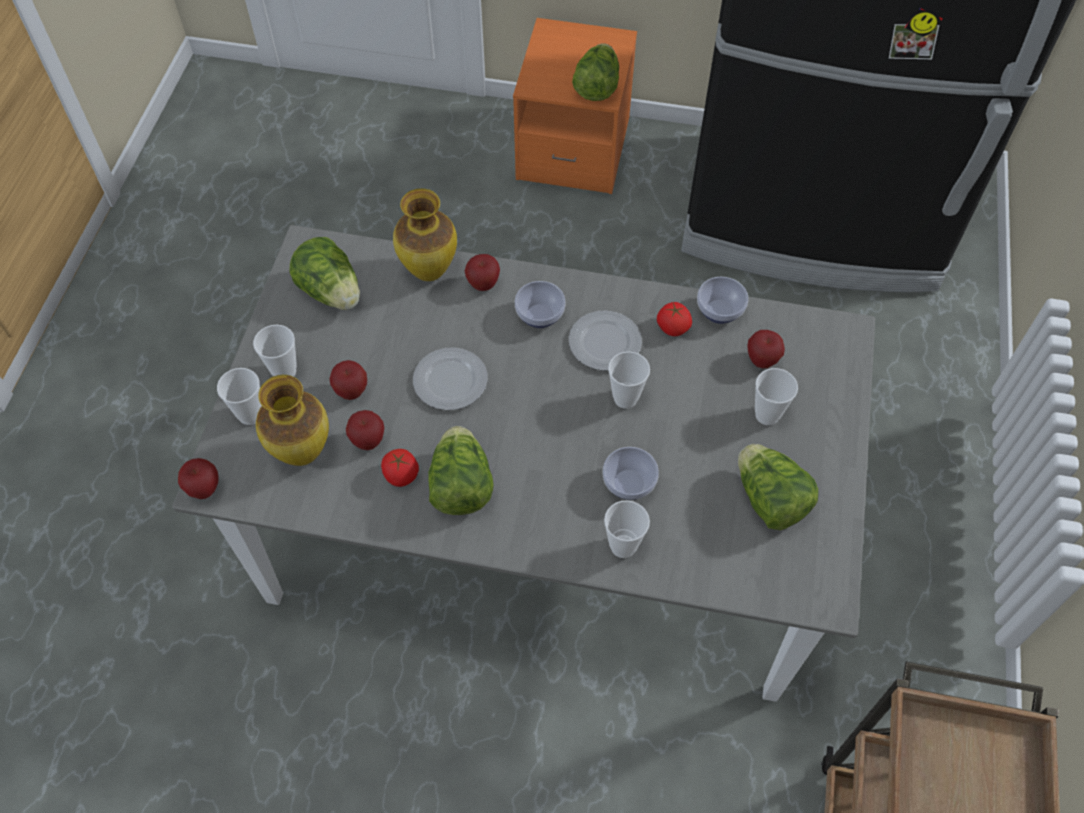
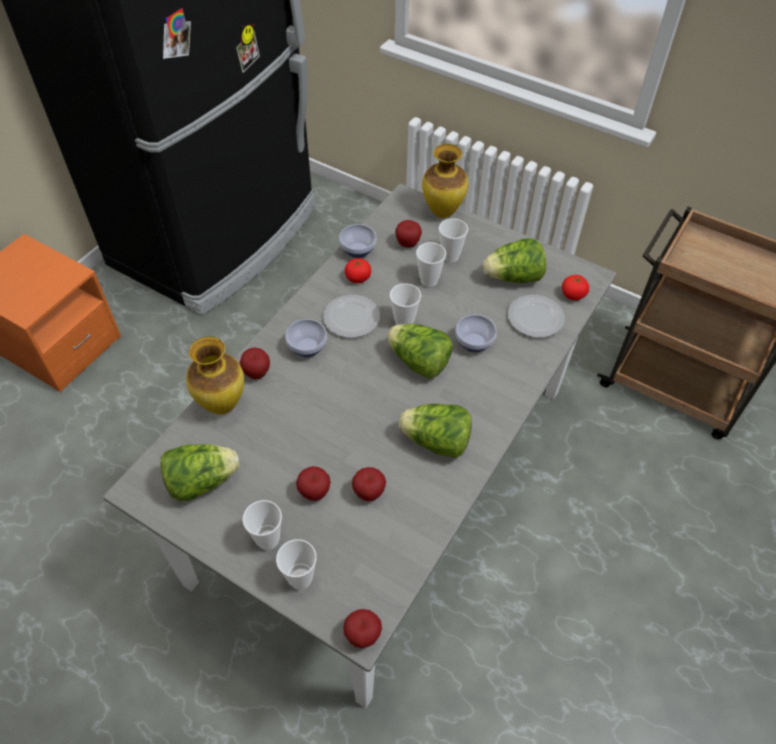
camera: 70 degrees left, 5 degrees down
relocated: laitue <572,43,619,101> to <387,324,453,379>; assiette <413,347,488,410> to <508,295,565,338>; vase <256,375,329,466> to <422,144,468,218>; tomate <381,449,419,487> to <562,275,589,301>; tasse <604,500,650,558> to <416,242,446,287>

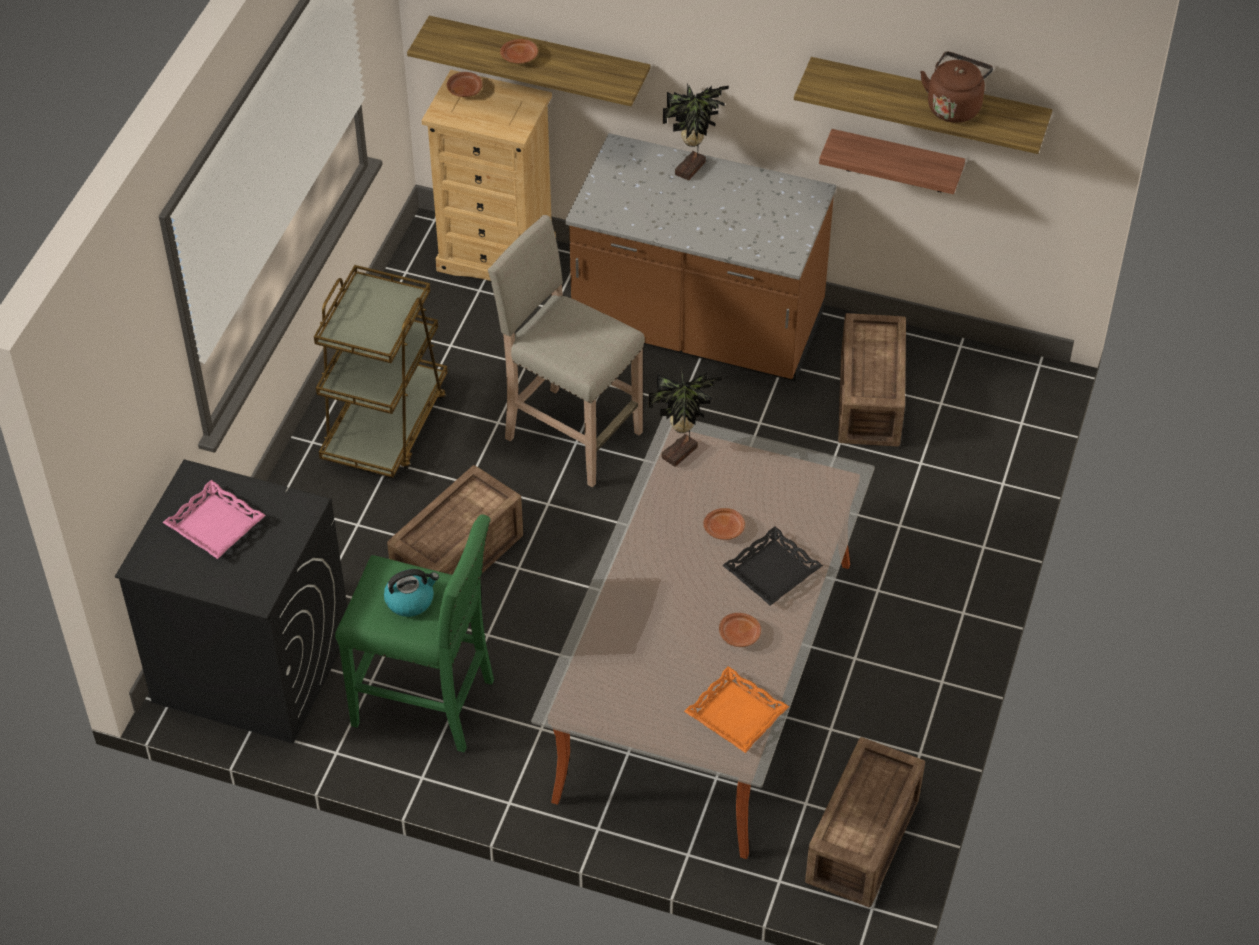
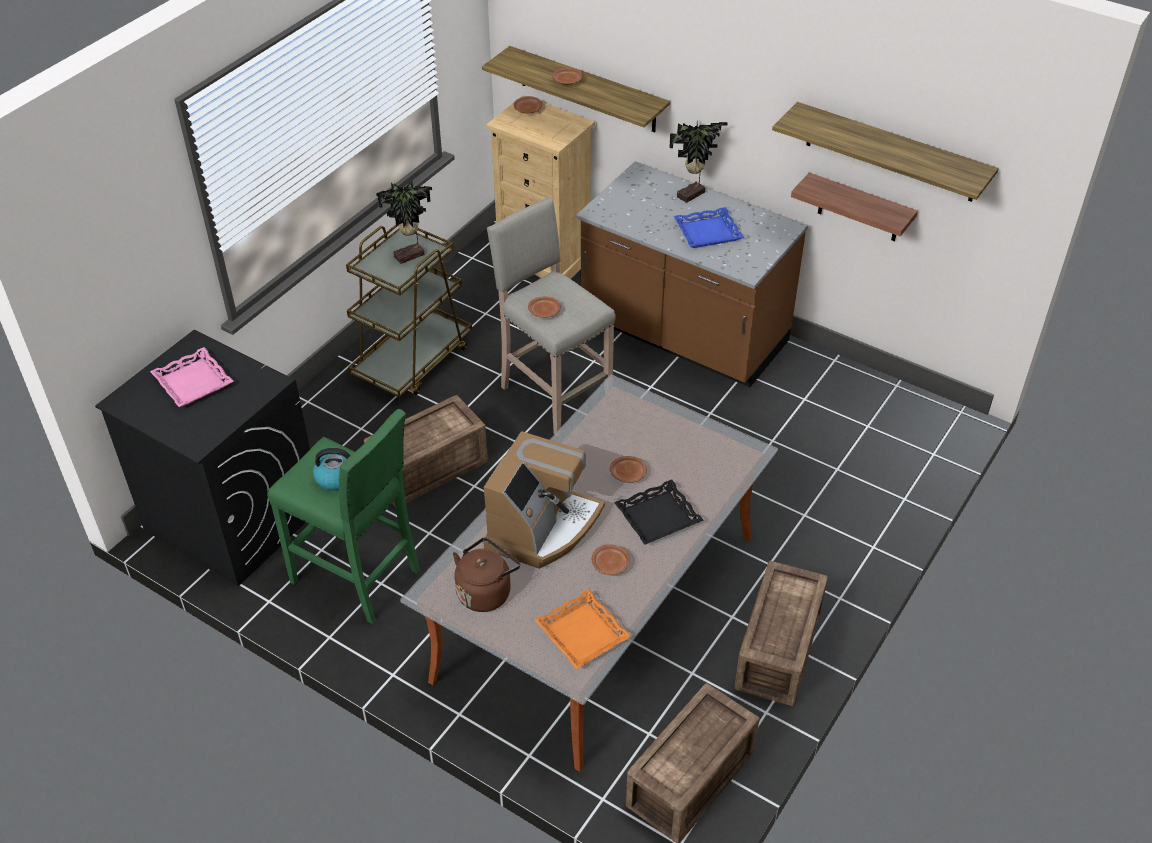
camera: 15 degrees right, 5 degrees down
appeared: plateau (bleu) <674,207,744,248>; assiette (marron) <528,297,561,318>; machine à café <484,431,605,569>
relocated: bouilloire (marron) <920,52,993,123> to <453,538,520,612>; caisse <838,313,906,447> to <734,561,828,706>; plante en pot <649,365,722,467> to <376,181,432,264>

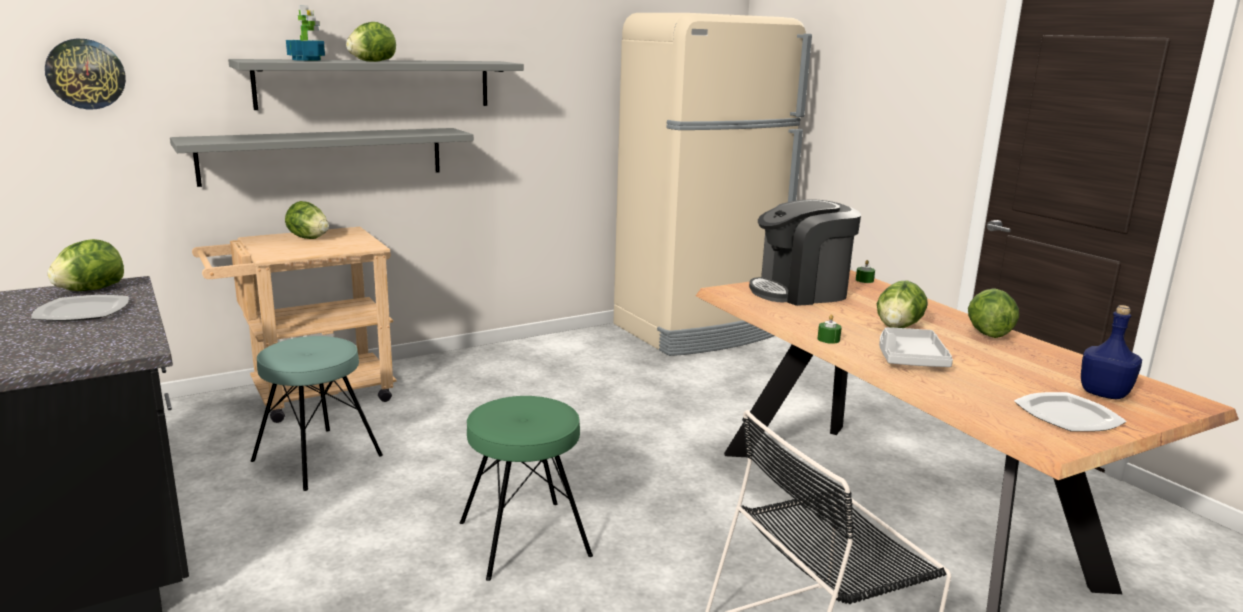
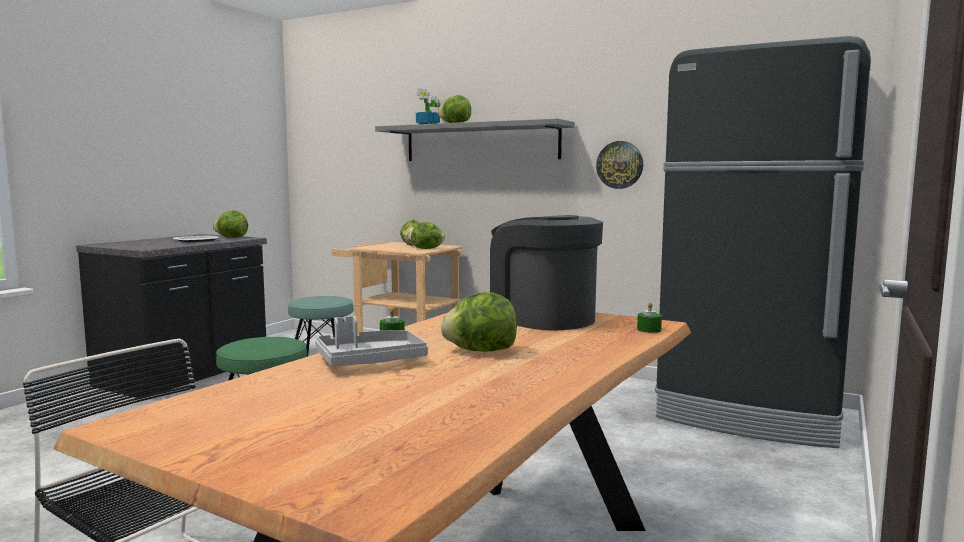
camera: 60 degrees right, 10 degrees down
missing: étagère (gris) <170,128,474,187>; bouteille (bleu) <1081,305,1142,399>; assiette <1014,392,1127,432>
relocated: horloge murale <45,39,126,109> to <596,141,643,189>; laitue <968,288,1019,338> to <411,222,445,249>
colour: réfrigérateur (beige) <613,13,812,356> to réfrigérateur (noir) <655,36,871,448>

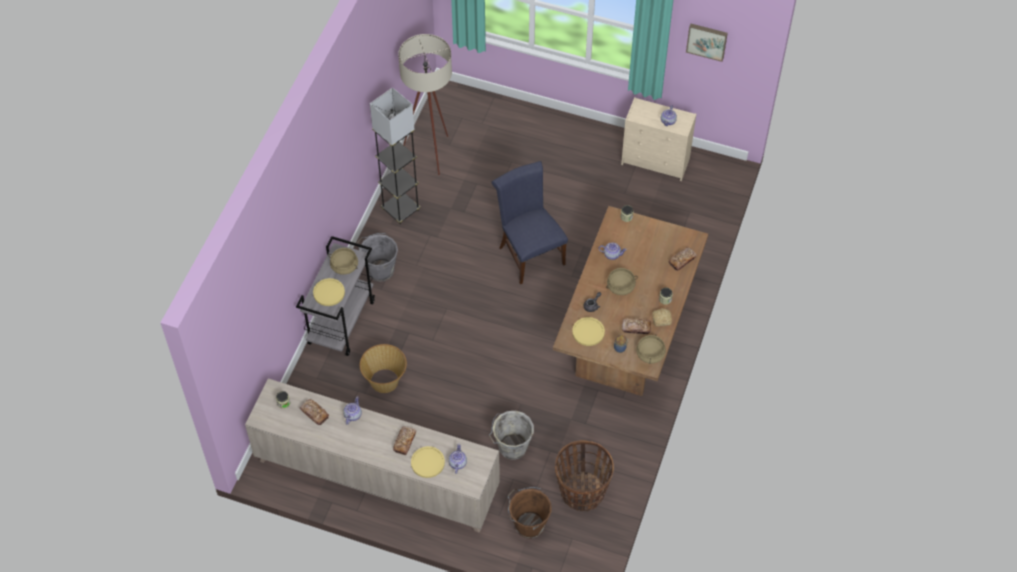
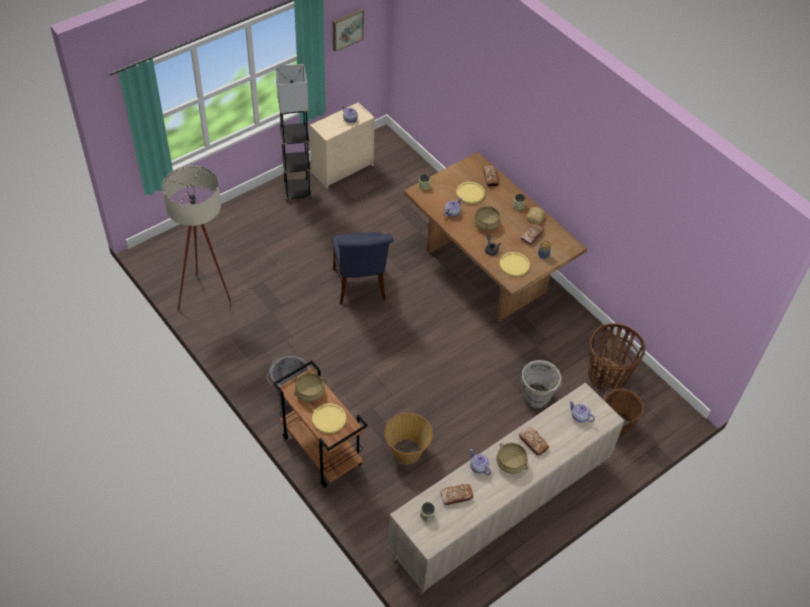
camera: 60 degrees left, 5 degrees down
relocated: lampadaire (gris) <370,87,421,224> to <275,64,312,201>; marmite (beige) <636,334,666,364> to <496,443,528,474>; assiette (jaune) <411,446,445,478> to <456,182,485,204>
colour: chariot (gris) <296,236,375,356> to chariot (marron) <273,360,368,488>
spun: chaise (bleu) <491,161,568,284> = <332,232,394,304> 105 degrees counterclockwise

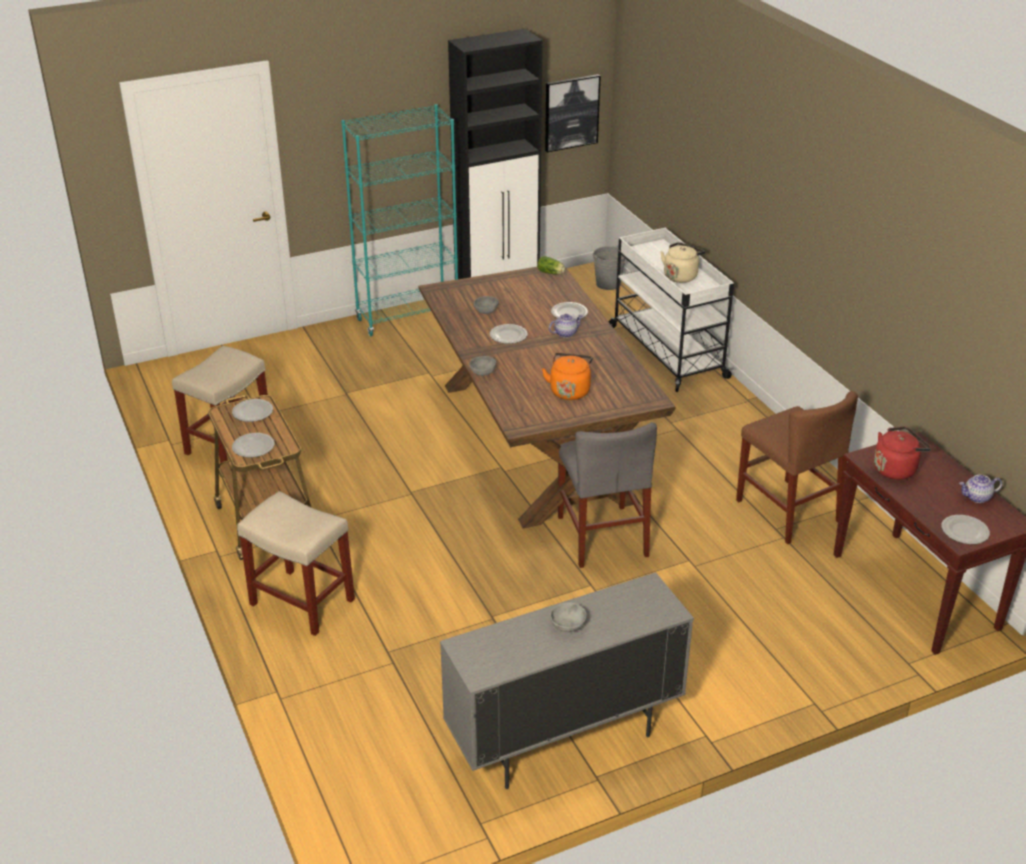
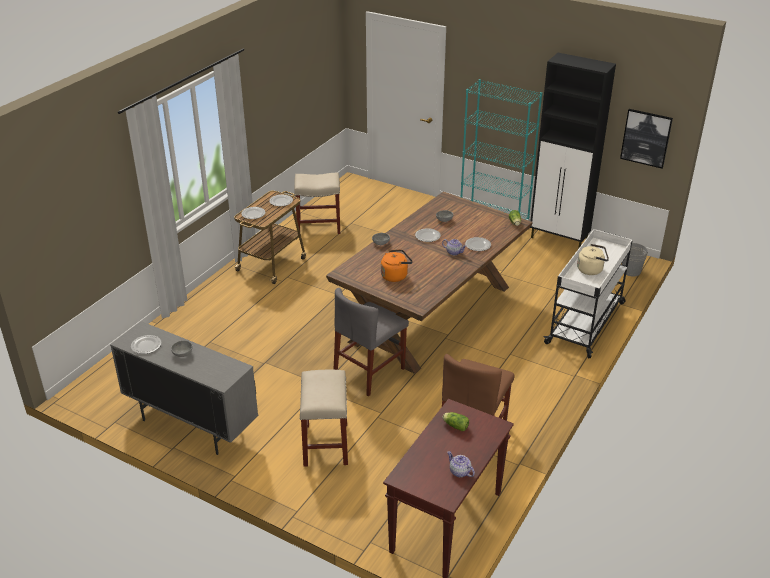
camera: 55 degrees right, 0 degrees up
relocated: tabouret (beige) <237,491,355,636> to <300,370,348,467>; assiette <942,515,990,544> to <131,335,162,354>
exchanged: bouilloire (rouge) <874,427,931,480> to laitue <442,412,469,431>

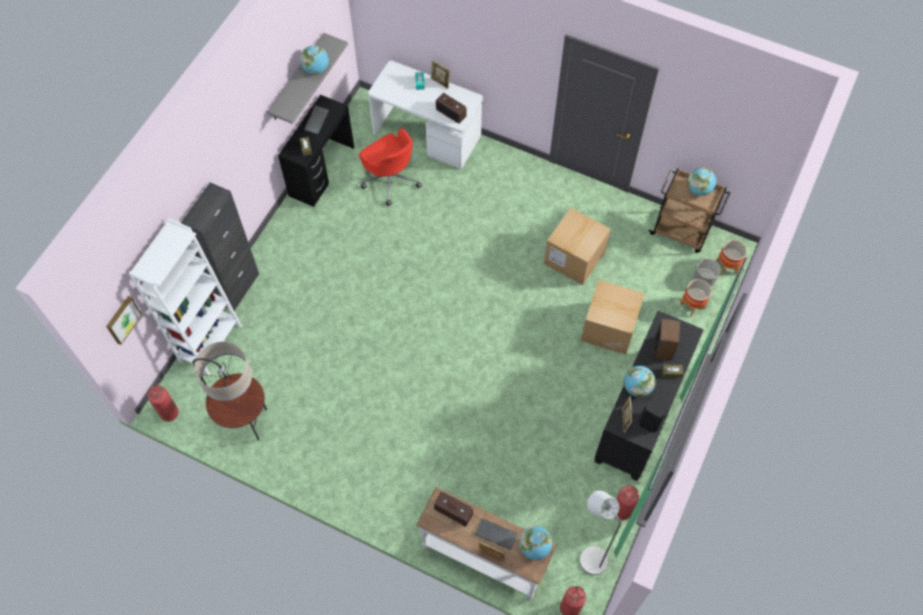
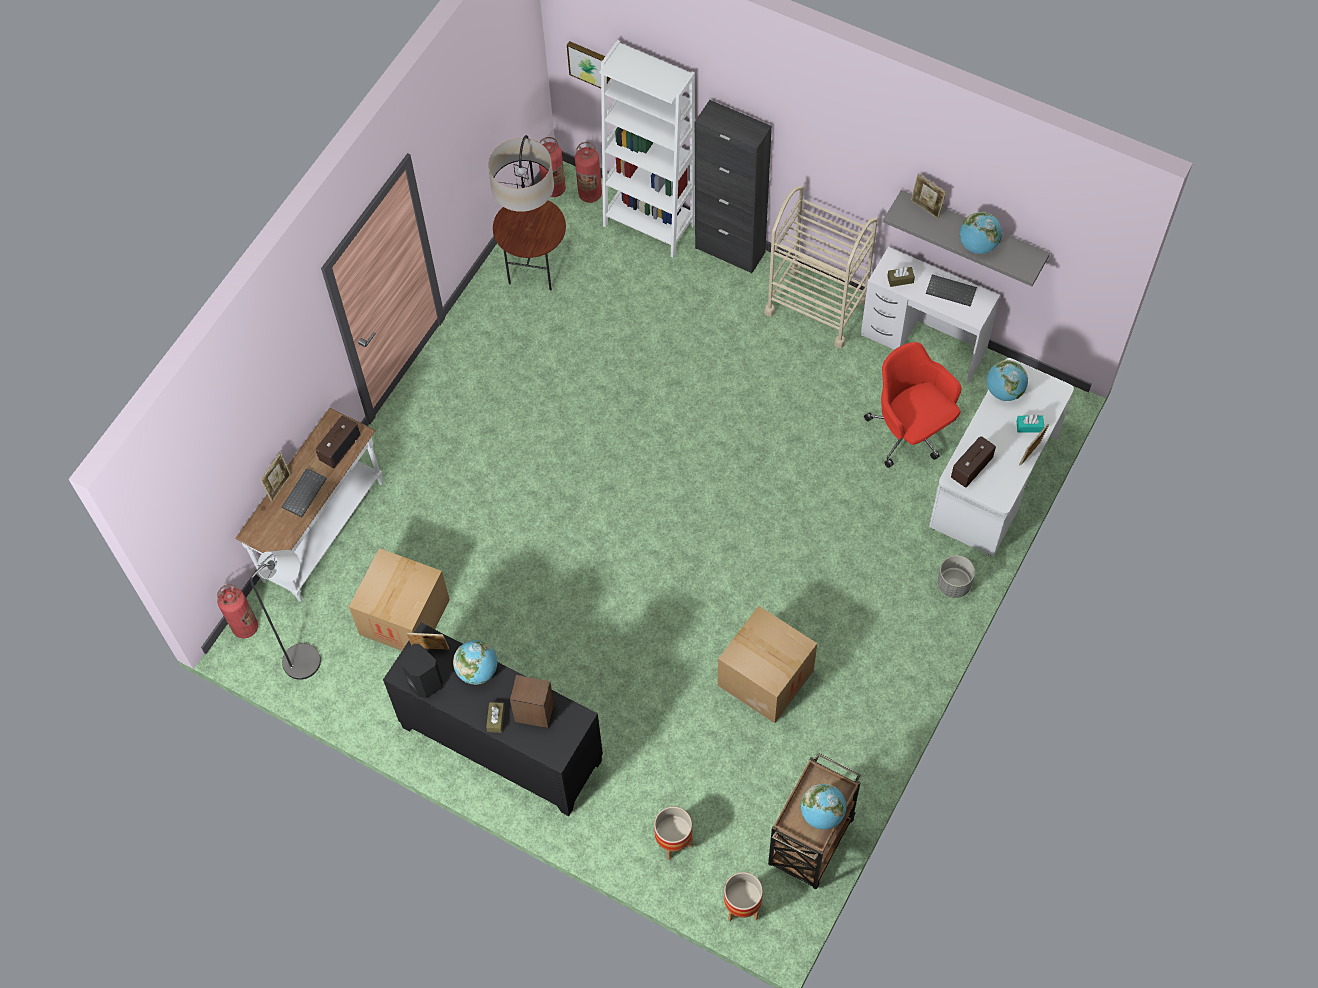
camera: 95 degrees right, 0 degrees up
appeared: cadre photo <911,174,946,219>; chariot (beige) <764,186,878,348>
relocated: cache-pot (gris) <694,259,720,287> to <938,555,975,598>; carton <581,280,645,355> to <349,548,450,651>; extincteur <615,485,639,520> to <575,142,602,203>; globe <519,526,552,560> to <987,360,1028,401>
colour: bureau (noir) <278,95,354,207> to bureau (blanc) <861,247,1000,385>
spun: chaise de bureau (rouge) <359,128,422,206> = <864,342,961,468> 90 degrees clockwise

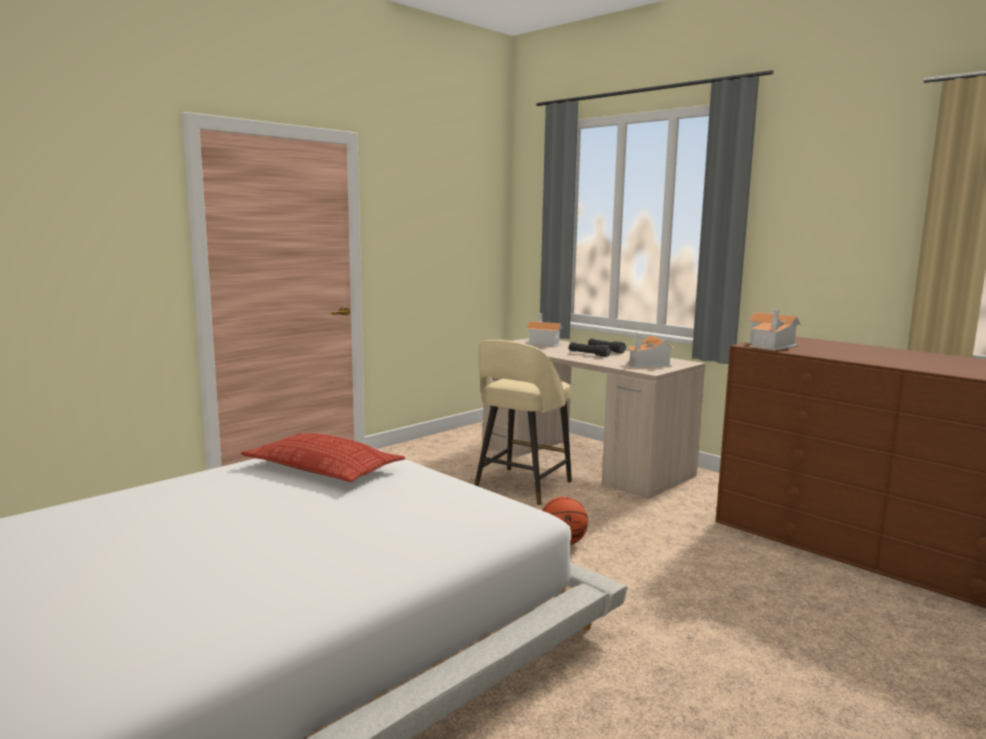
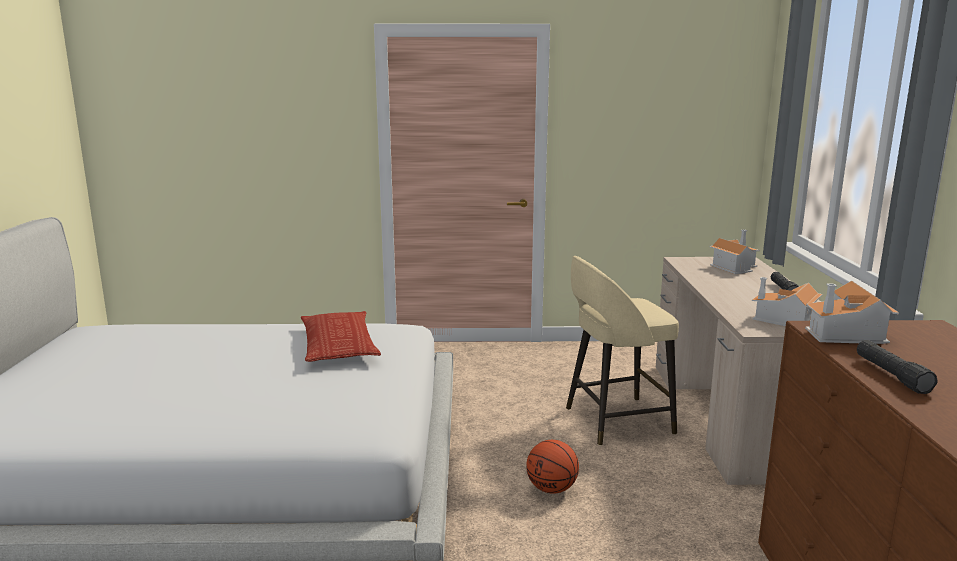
camera: 45 degrees right, 5 degrees up
relocated: lampe de poche (noir) <569,342,611,357> to <857,340,938,394>

